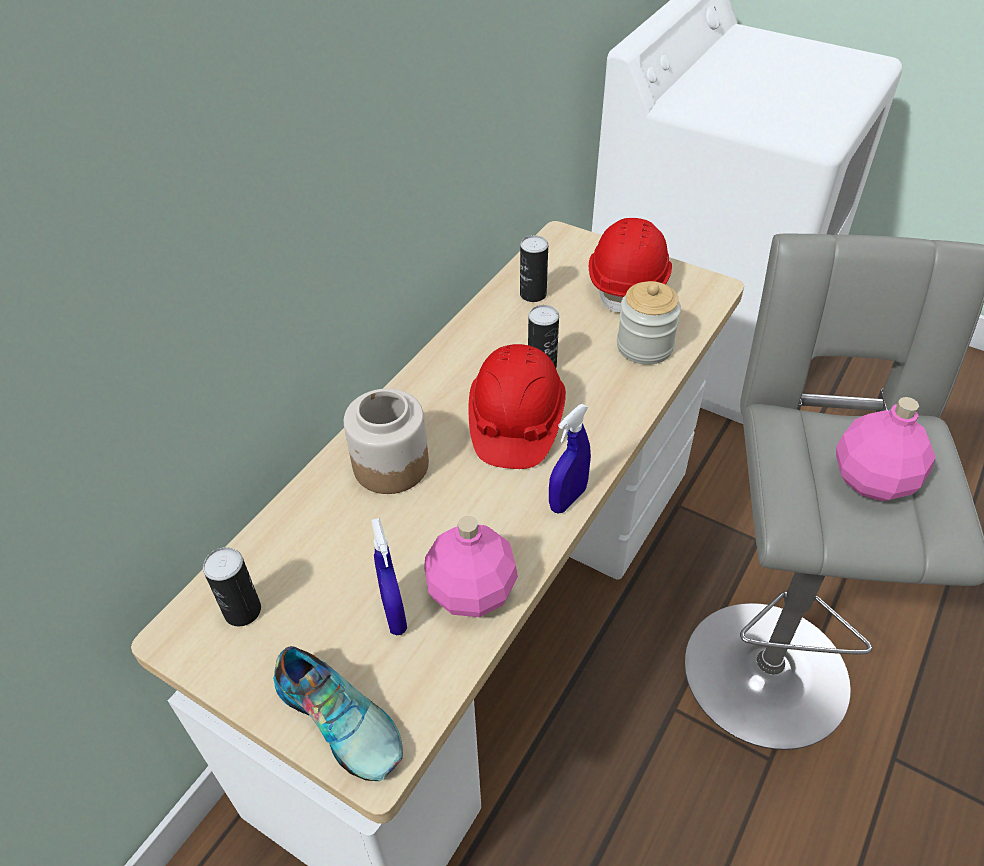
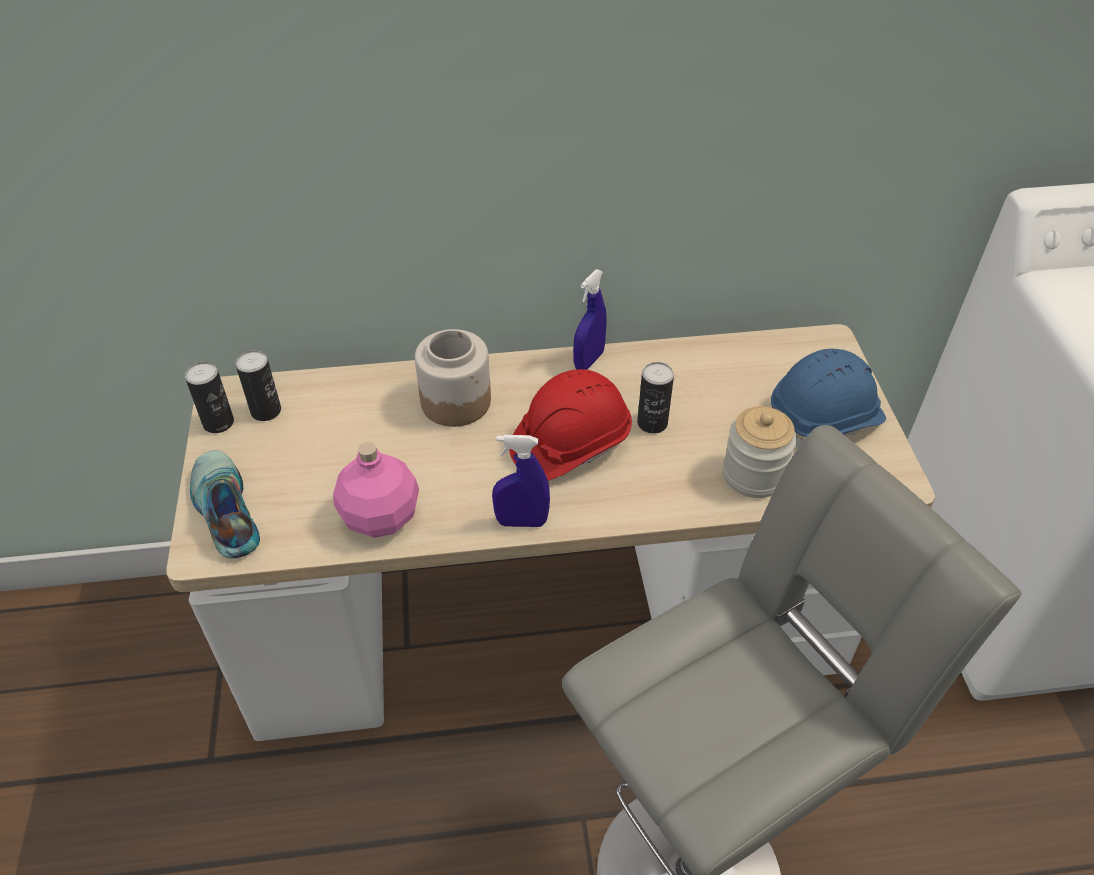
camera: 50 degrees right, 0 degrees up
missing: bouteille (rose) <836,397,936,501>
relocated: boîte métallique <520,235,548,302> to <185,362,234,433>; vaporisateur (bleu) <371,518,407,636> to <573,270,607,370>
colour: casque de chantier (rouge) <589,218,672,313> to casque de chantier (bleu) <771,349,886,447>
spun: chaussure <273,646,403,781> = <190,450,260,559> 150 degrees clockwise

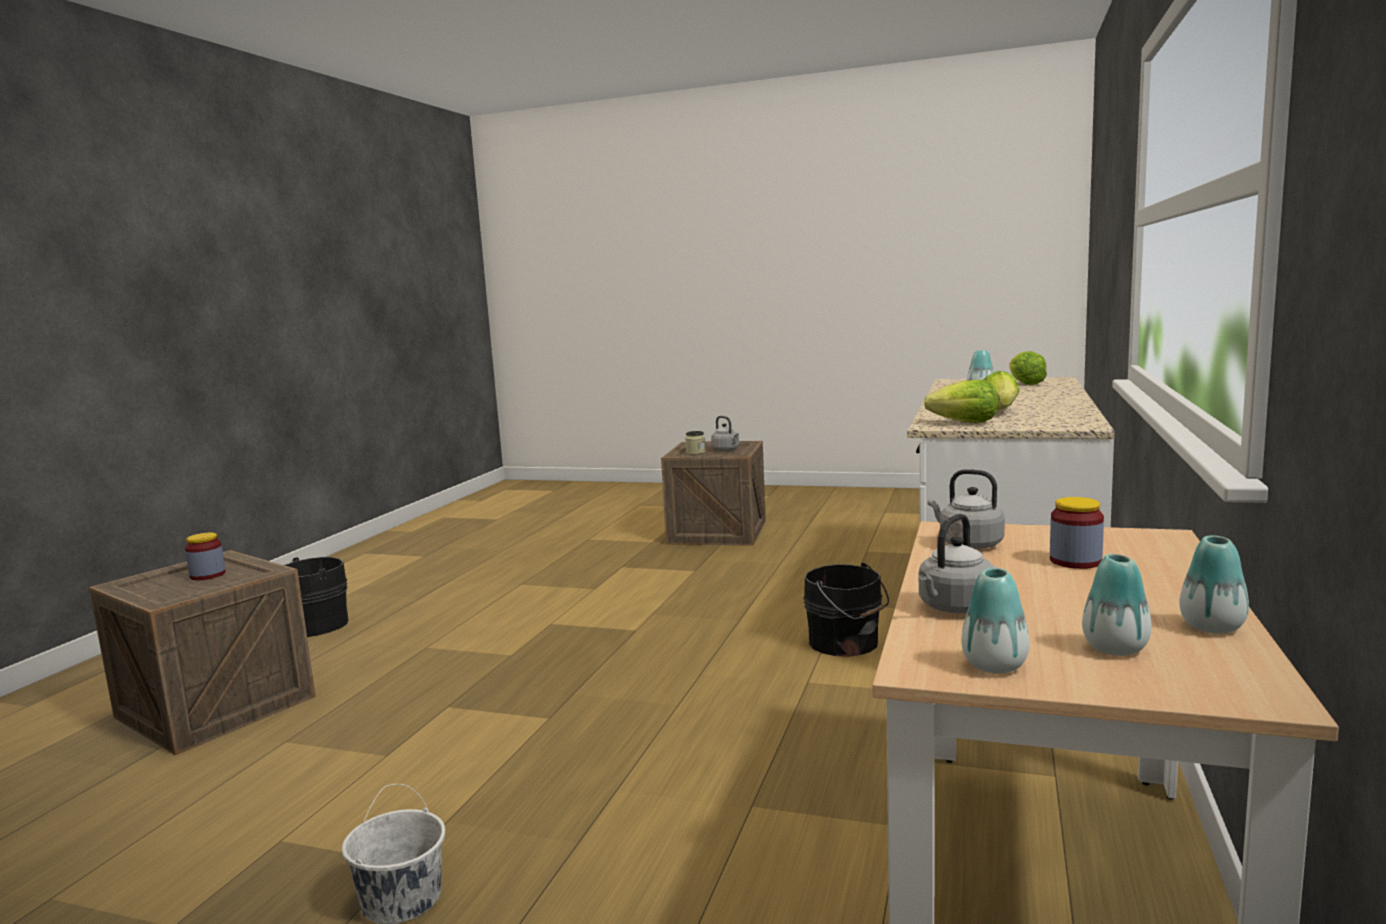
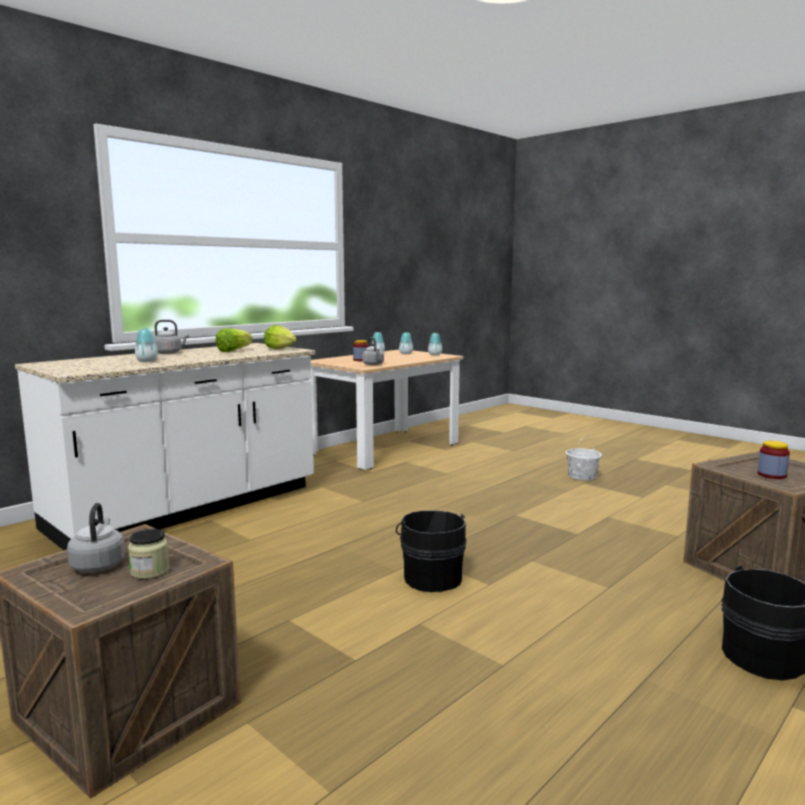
camera: 155 degrees left, 0 degrees up
missing: laitue <1009,351,1047,385>
relocated: bouilloire (gris) <918,514,995,613> to <154,320,189,354>; seau (noir) <803,563,889,657> to <396,510,467,592>

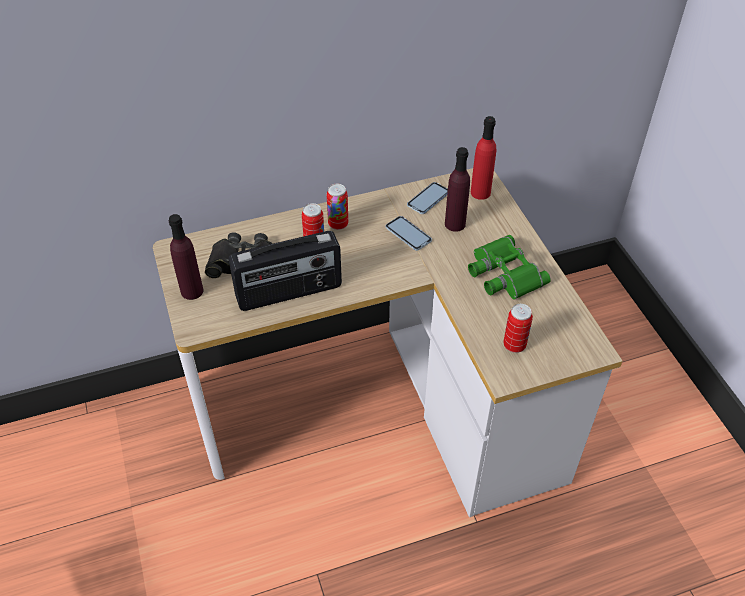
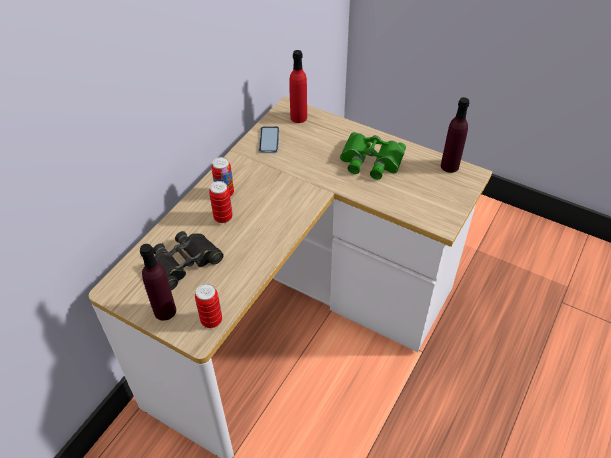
camera: 40 degrees left, 0 degrees up
missing: téléphone <385,216,432,251>; radio <229,231,342,311>
relocated: bouteille (violet) <445,147,470,232> to <441,97,469,173>; boîte métallique <503,304,533,353> to <195,283,222,328>

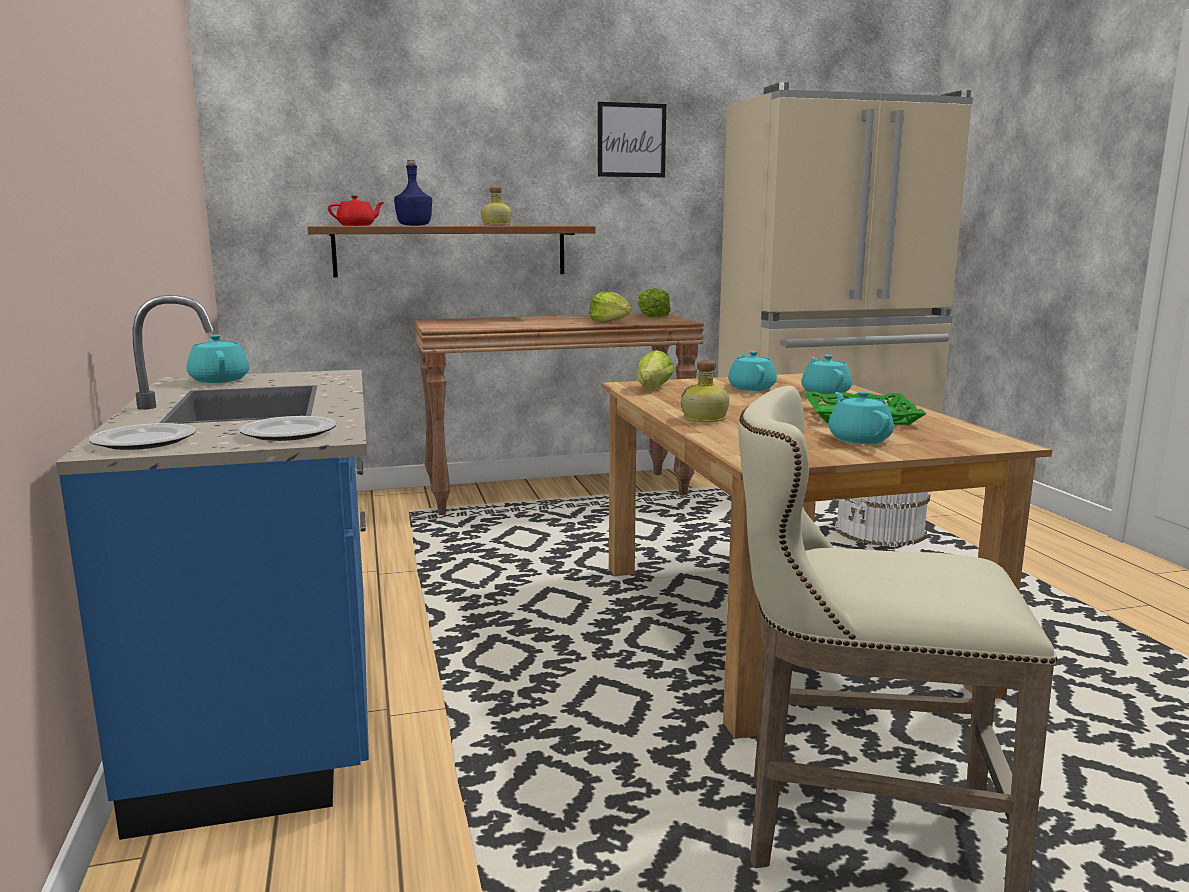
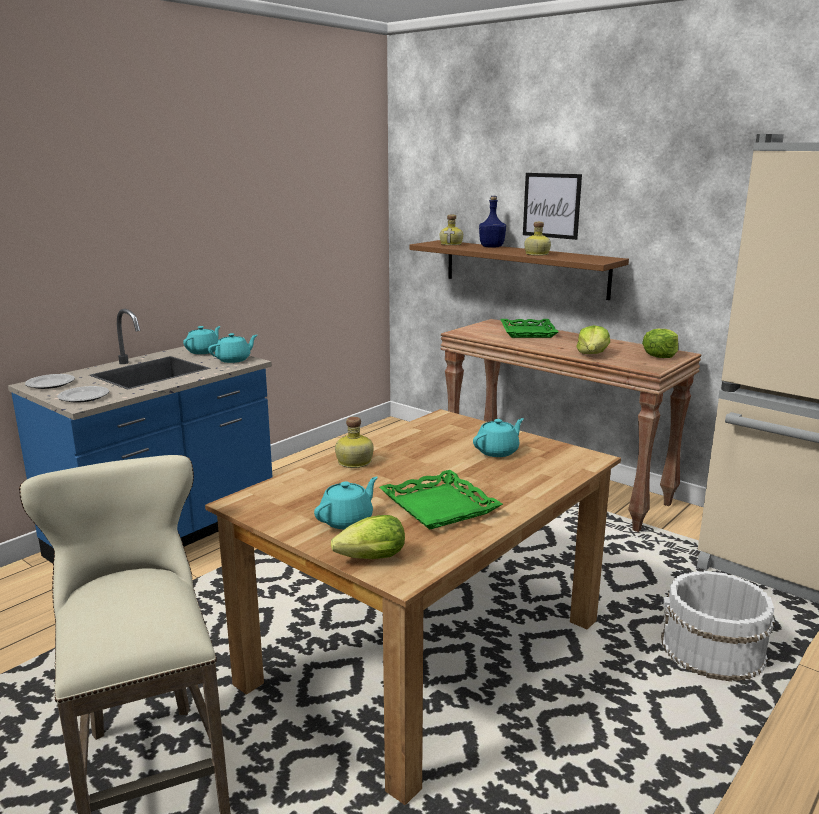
camera: 55 degrees right, 5 degrees up
appeared: plateau (vert) <500,319,559,338>
relocated: tableau <598,102,666,177> to <523,173,582,240>; laitue <637,350,674,388> to <331,515,405,559>; théière (turquoise) <801,355,852,394> to <208,333,257,363>
exchanged: théière (rouge) <328,195,384,226> to bouteille <440,215,463,245>

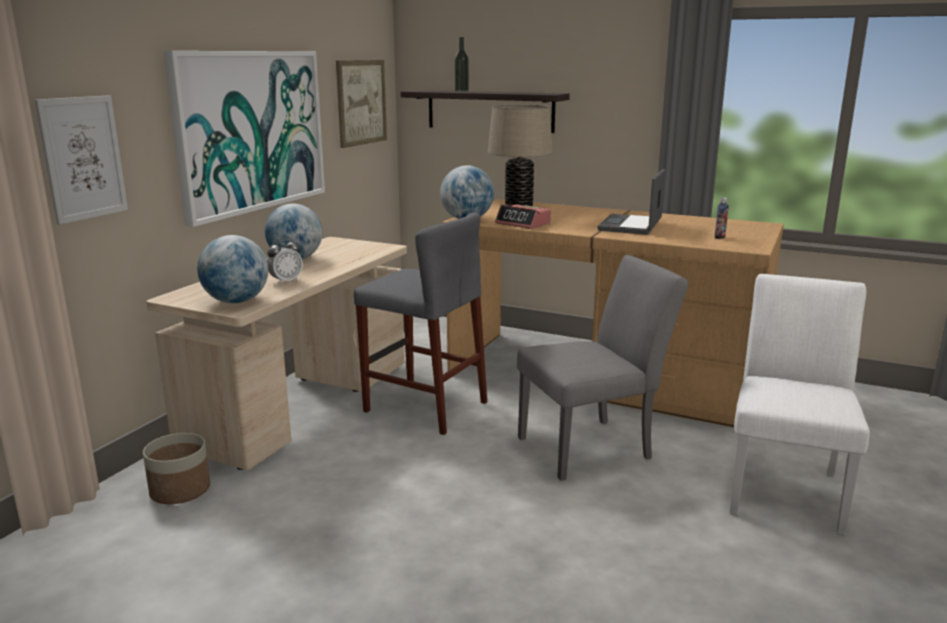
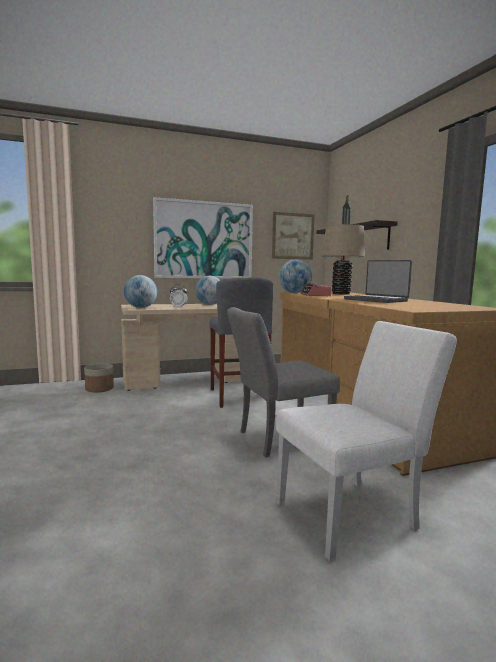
camera: 45 degrees right, 10 degrees down
missing: tableau <35,95,128,225>; bouteille <714,198,729,239>
spun: ordinateur portable <597,169,665,235> = <344,260,412,303> 105 degrees counterclockwise; chaise (gris) <517,255,688,481> = <227,307,340,457> 135 degrees clockwise

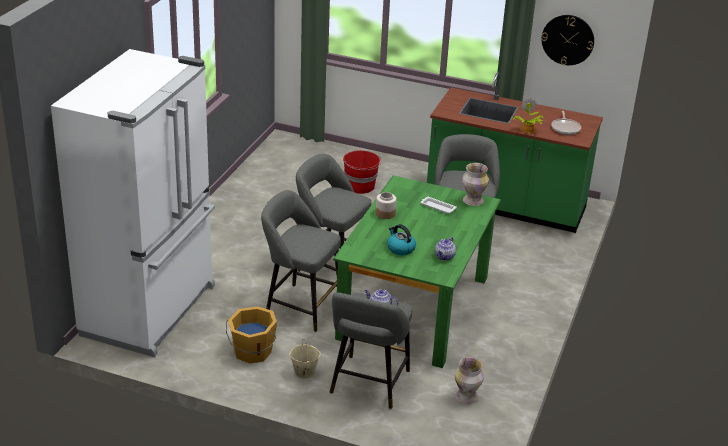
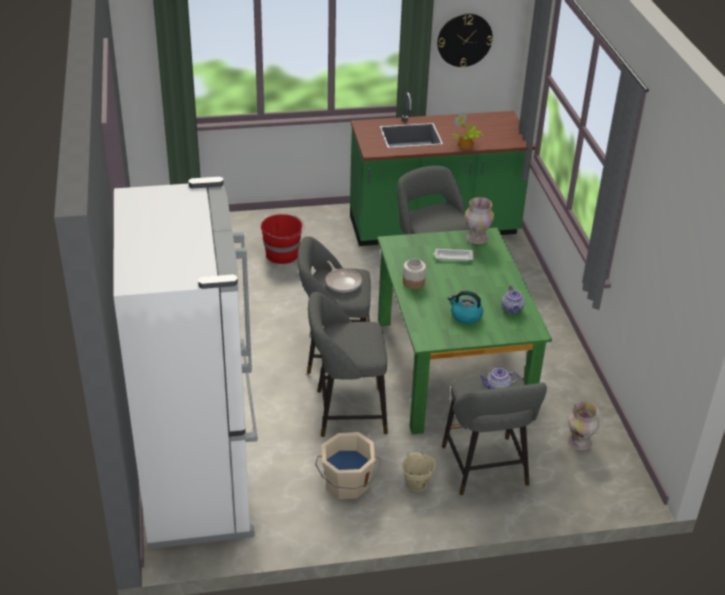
camera: 30 degrees left, 5 degrees up
relocated: poêle <552,111,581,135> to <326,261,362,293>
colour: seau (orange) <226,307,277,363> to seau (beige) <315,432,381,499>

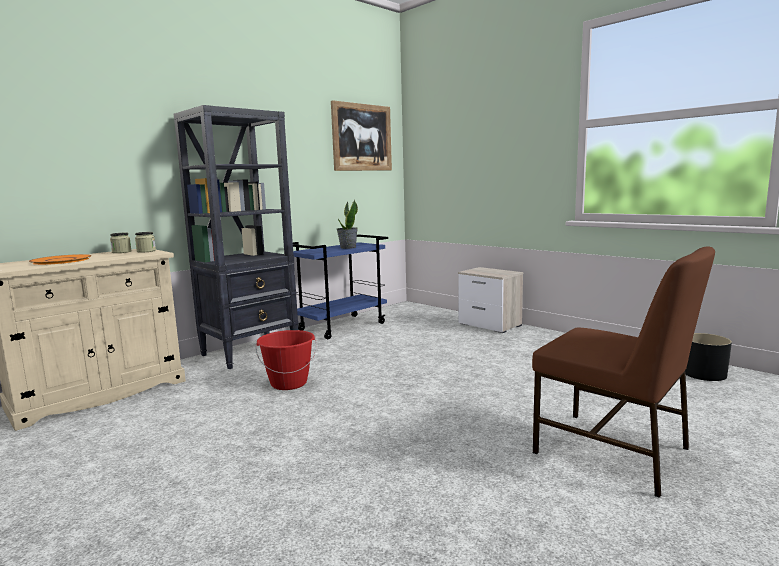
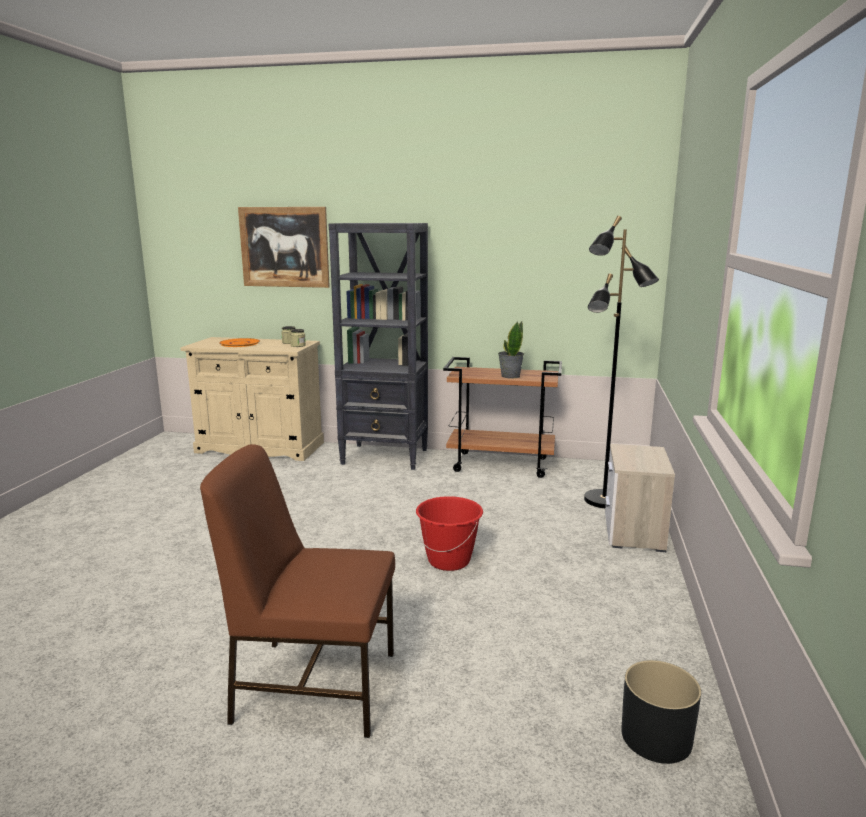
camera: 55 degrees right, 5 degrees up
appeared: lampadaire (noir) <584,216,659,508>
relocated: tableau <331,100,392,171> to <238,207,330,288>; seau (rouge) <255,330,317,390> to <416,496,483,571>
colour: chariot (bleu) <293,235,388,339> to chariot (marron) <443,357,562,478>
spun: chaise (marron) <532,247,715,498> = <200,444,395,738> 90 degrees clockwise

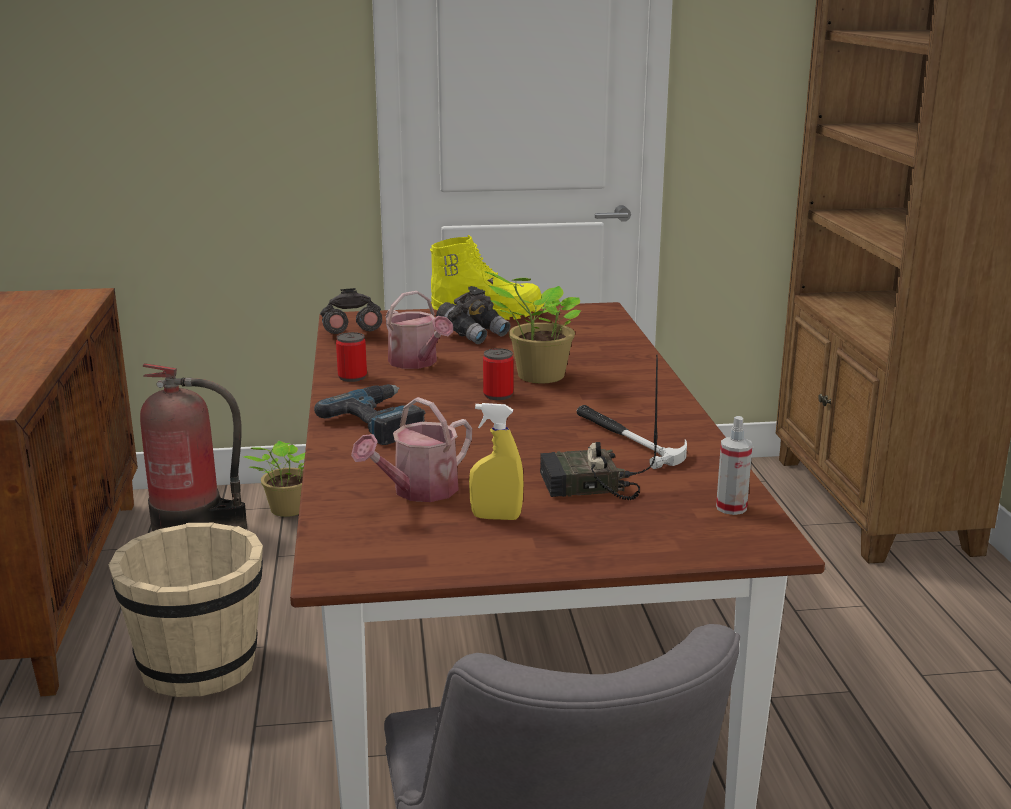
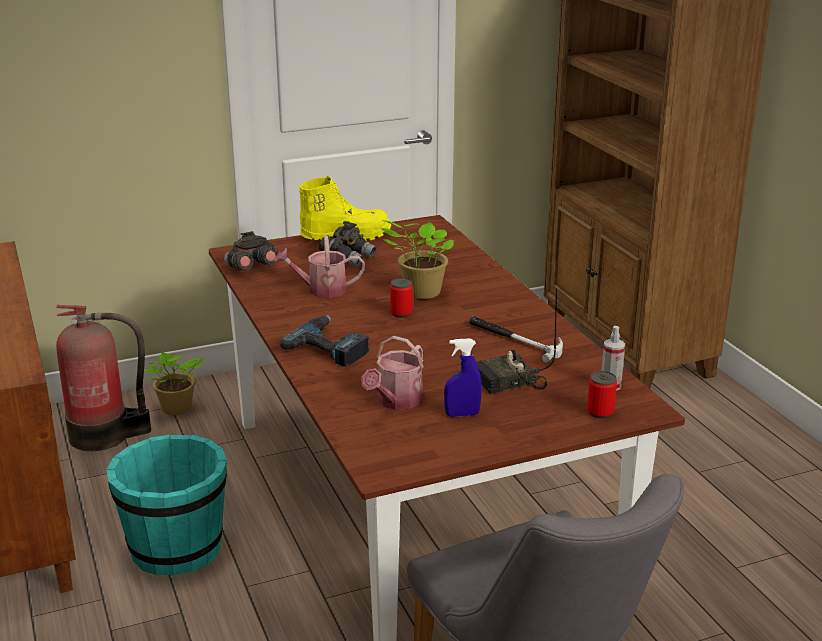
camera: 15 degrees left, 5 degrees up
relocated: boîte métallique <336,332,367,382> to <587,371,617,419>
colour: vaporisateur (jaune) <469,403,523,520> to vaporisateur (bleu) <444,338,482,417>; seau (beige) <108,523,263,697> to seau (turquoise) <106,435,227,575>
spun: arrosoir <386,291,453,369> = <274,236,365,298> 135 degrees clockwise

